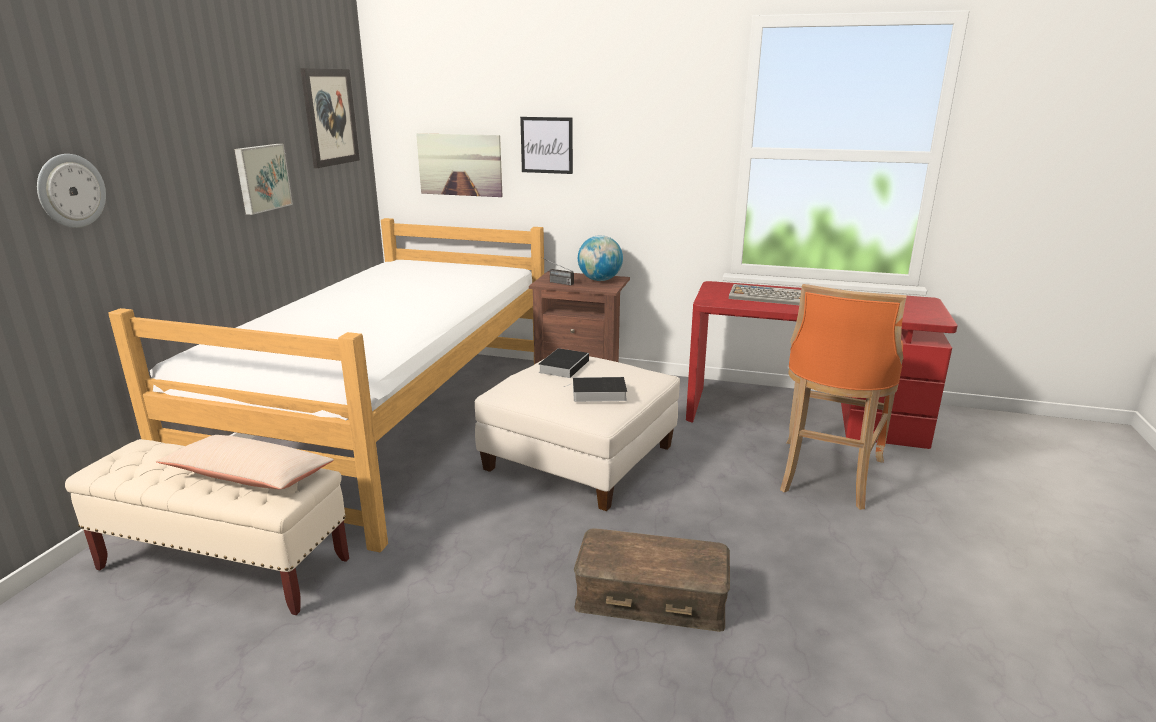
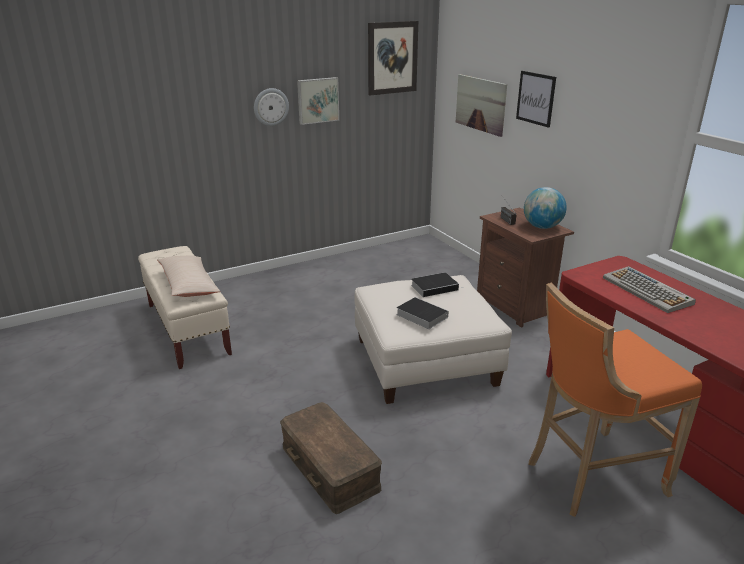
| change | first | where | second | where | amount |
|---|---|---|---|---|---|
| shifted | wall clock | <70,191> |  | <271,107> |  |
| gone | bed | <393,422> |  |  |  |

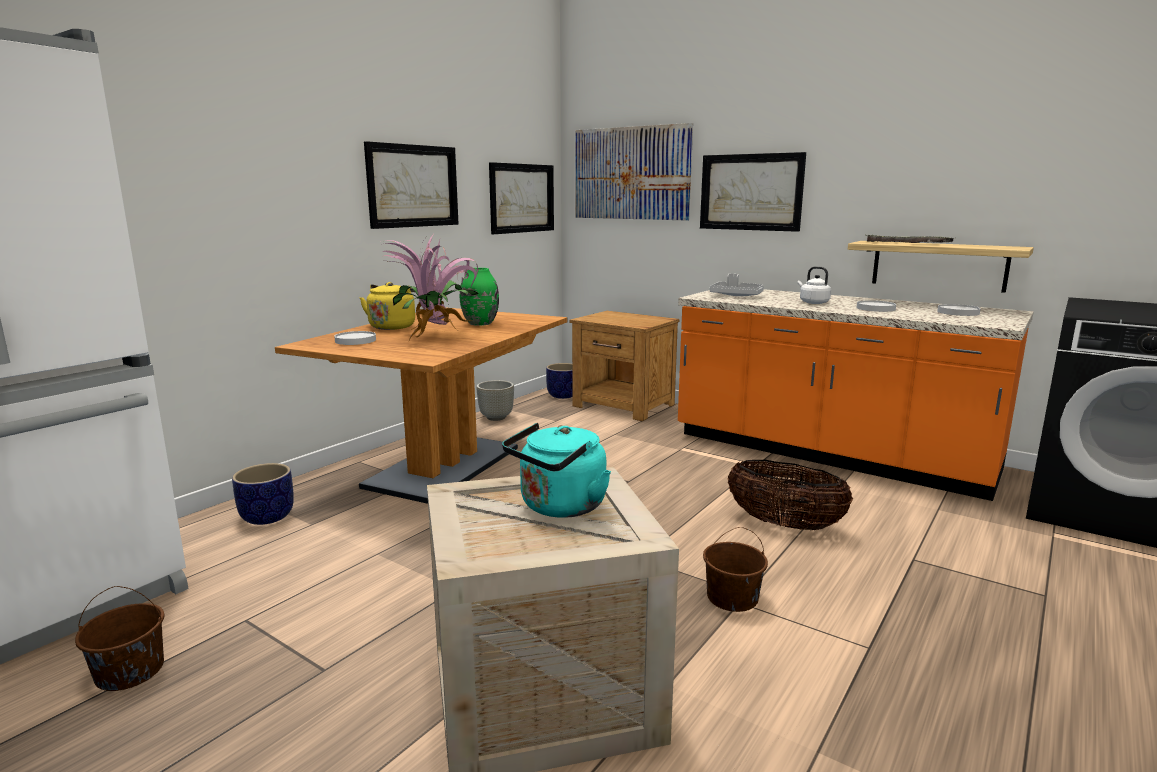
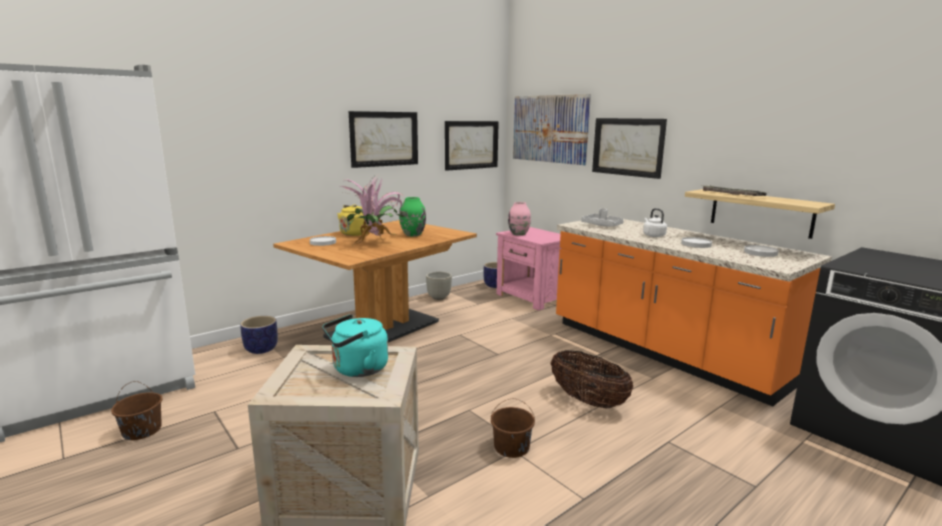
| change | first | where | second | where | amount |
|---|---|---|---|---|---|
| repainted | brown nightstand | <624,406> | pink nightstand | <533,297> |  |
| new |  |  | pink vase | <519,234> |  |

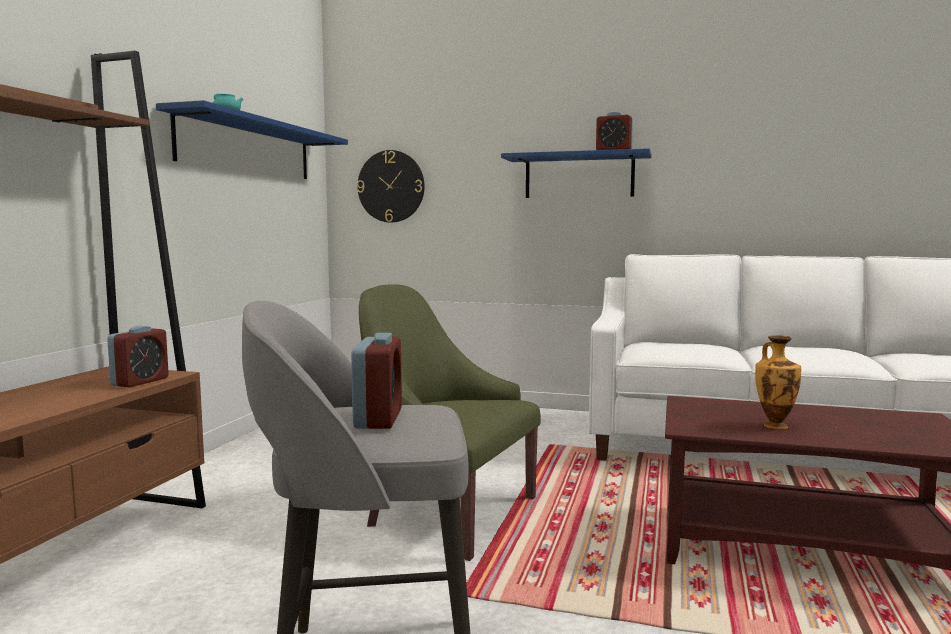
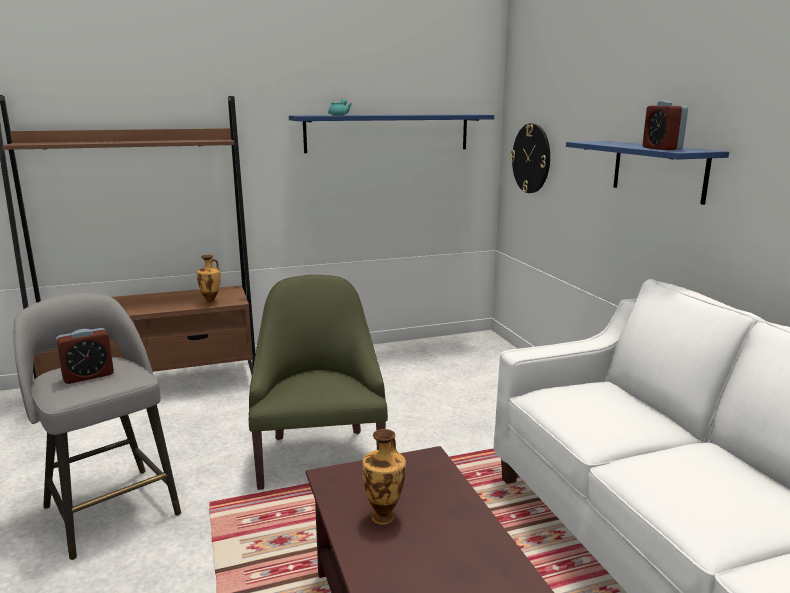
| change | first | where | second | where | amount |
|---|---|---|---|---|---|
| swapped | alarm clock | <140,382> | vase | <211,303> |  |

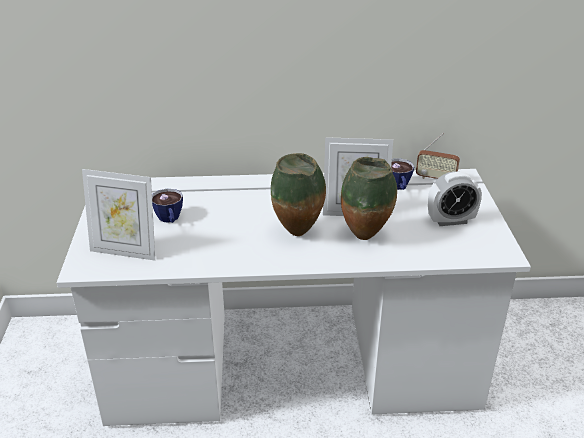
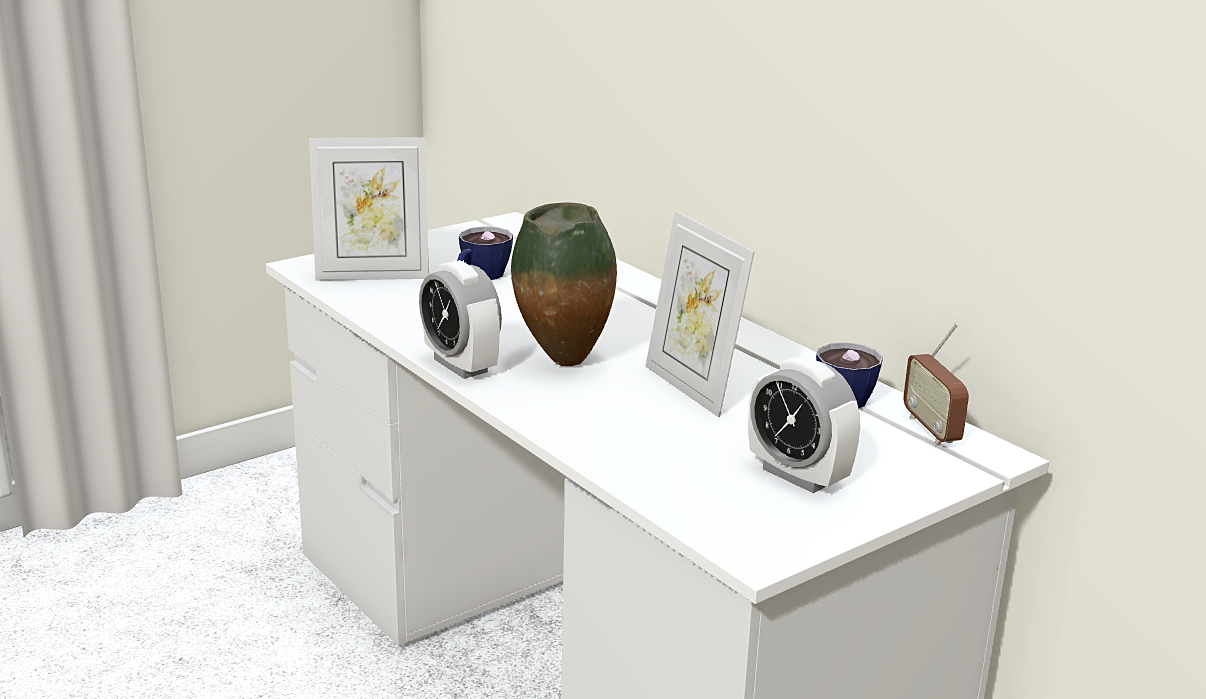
| change | first | where | second | where | amount |
|---|---|---|---|---|---|
| rotated | picture frame | <125,251> |  | <372,275> | 75 degrees counterclockwise |
| gone | vase | <366,237> |  |  |  |
| new |  |  | alarm clock | <461,365> |  |

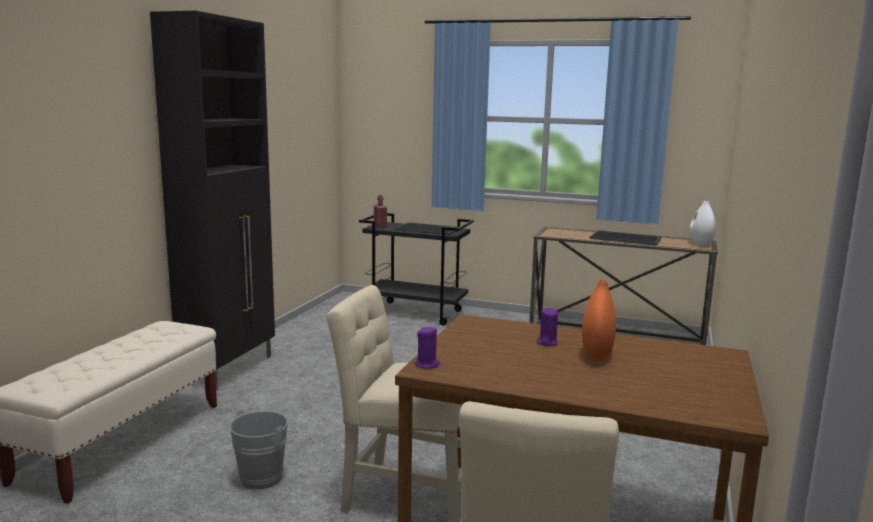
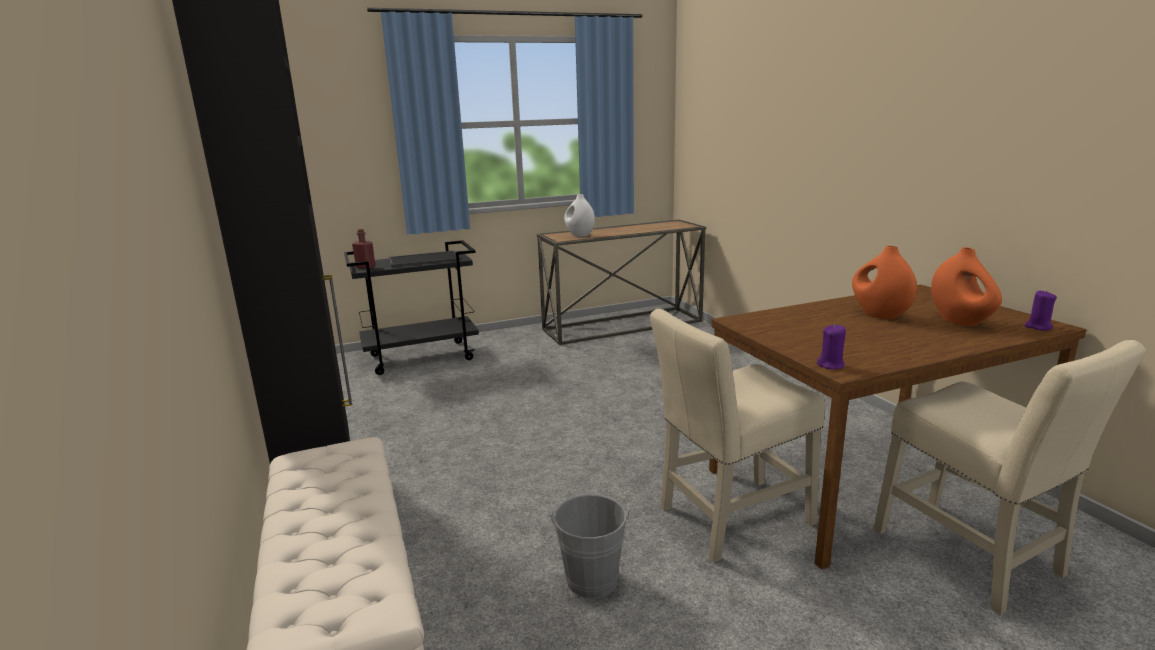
| change | first | where | second | where | amount |
|---|---|---|---|---|---|
| shifted | purple candle | <547,342> |  | <1038,327> |  |
| gone | tray | <626,238> |  |  |  |
| shifted | white vase | <700,244> |  | <579,235> |  |
| new |  |  | orange vase | <960,321> |  |

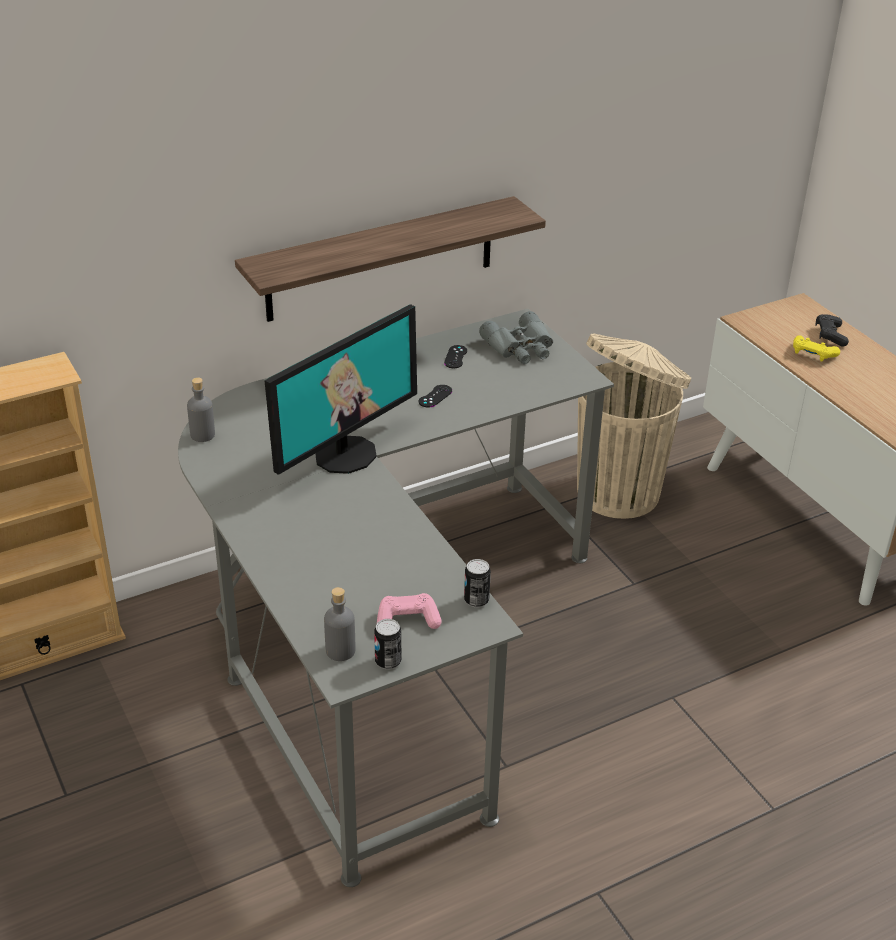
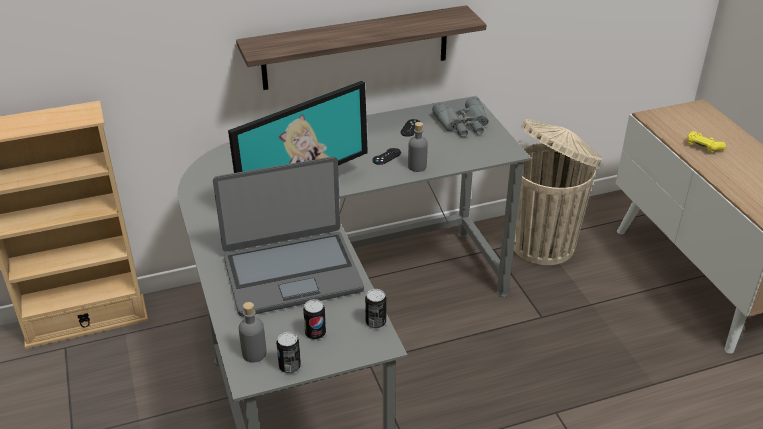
| change | first | where | second | where | amount |
|---|---|---|---|---|---|
| shifted | grey bottle | <202,435> |  | <417,166> |  |
| swapped | pink game controller | <407,620> | can | <315,333> |  |
| gone | black game controller | <830,335> |  |  |  |
| new |  |  | laptop | <292,273> |  |

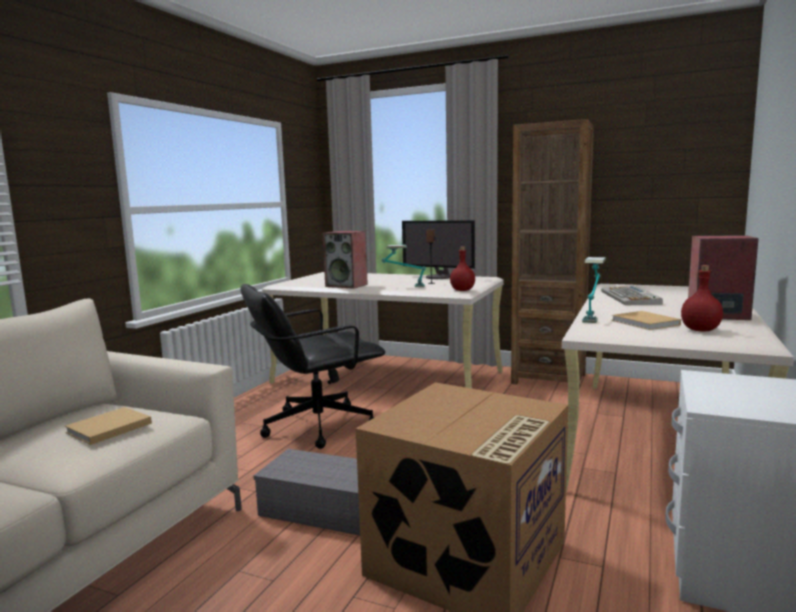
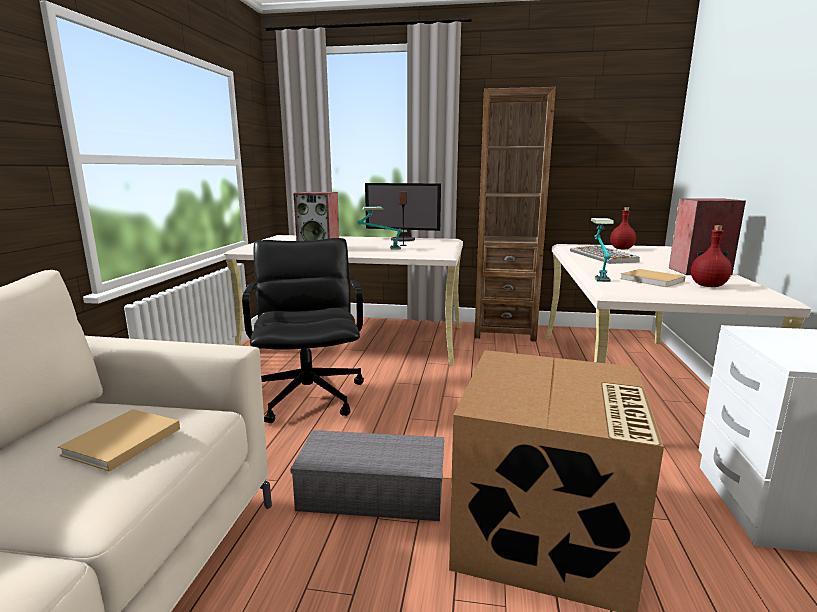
| change | first | where | second | where | amount |
|---|---|---|---|---|---|
| rotated | black office chair | <316,425> |  | <309,395> | 120 degrees clockwise |
| shifted | red bottle | <463,290> |  | <622,249> |  |

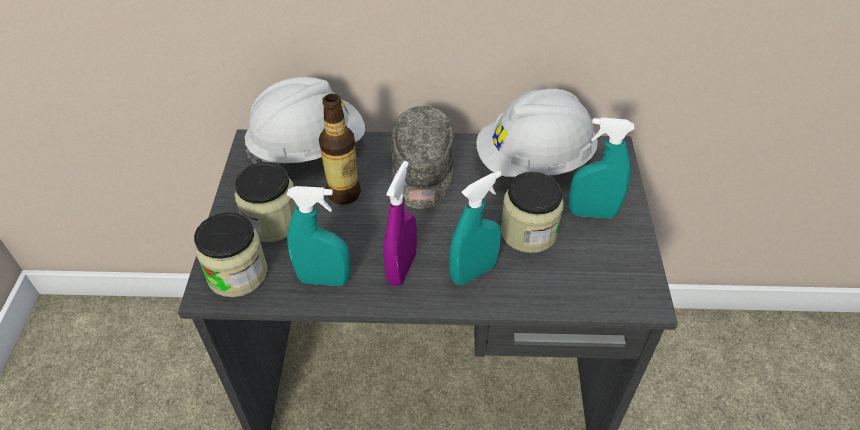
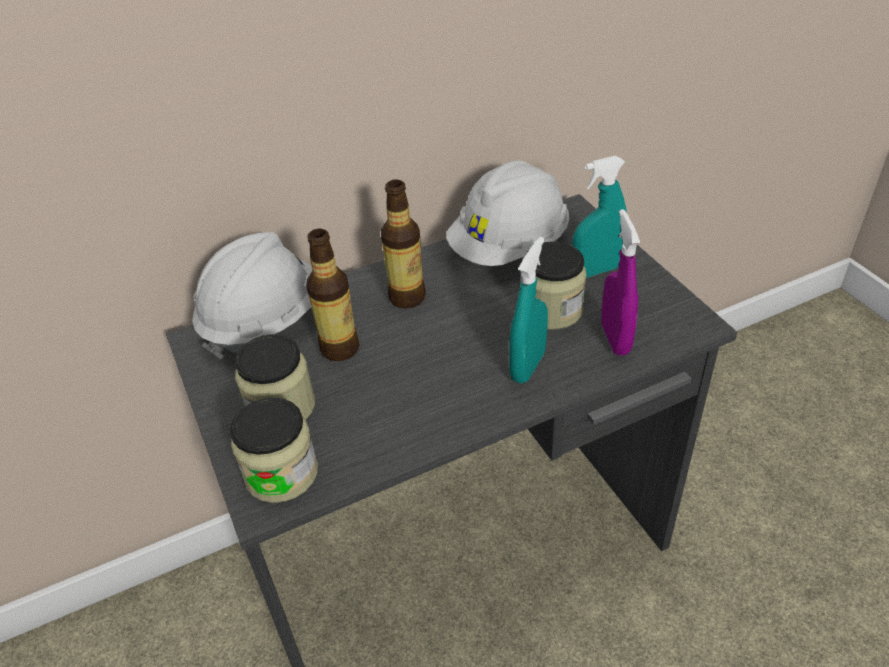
| change | first | where | second | where | amount |
|---|---|---|---|---|---|
| gone | turquoise spray bottle | <324,279> |  |  |  |
| shifted | purple spray bottle | <401,268> |  | <615,339> |  |
| swapped | grey cap | <422,172> | bottle | <407,297> |  |

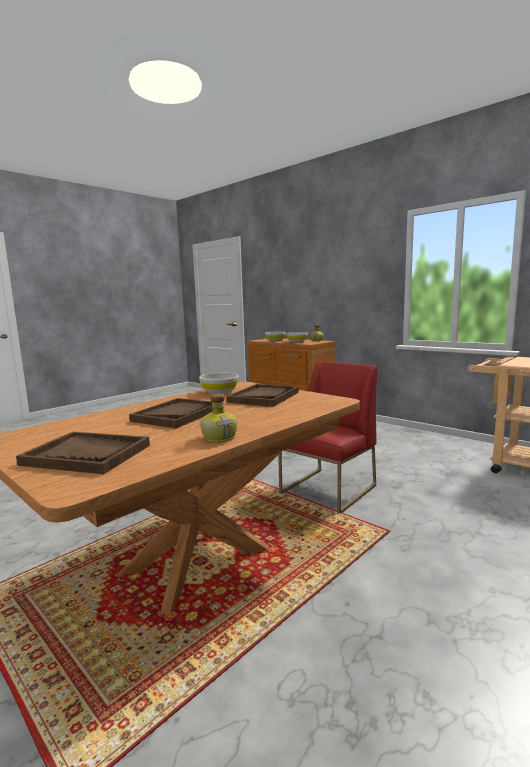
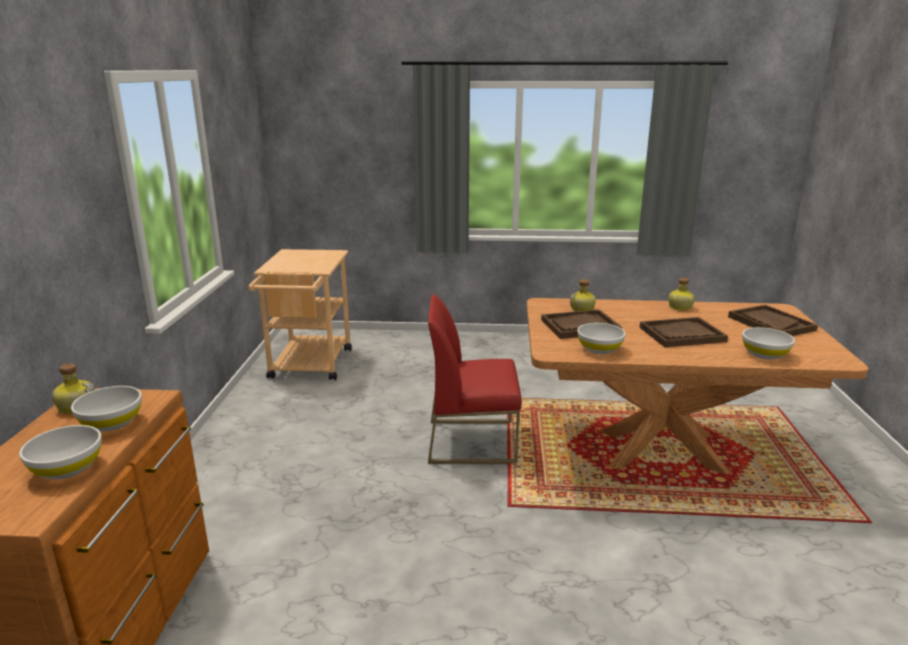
| change | first | where | second | where | amount |
|---|---|---|---|---|---|
| new |  |  | bottle | <583,309> |  |
| new |  |  | white bowl | <765,354> |  |

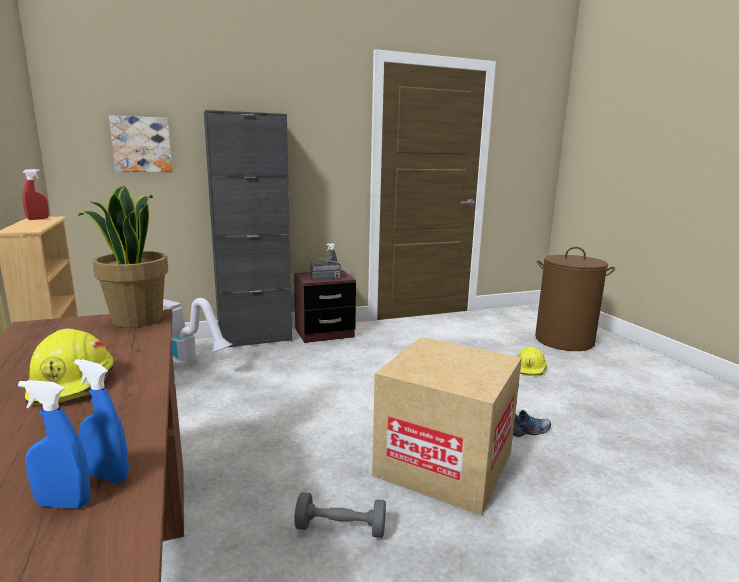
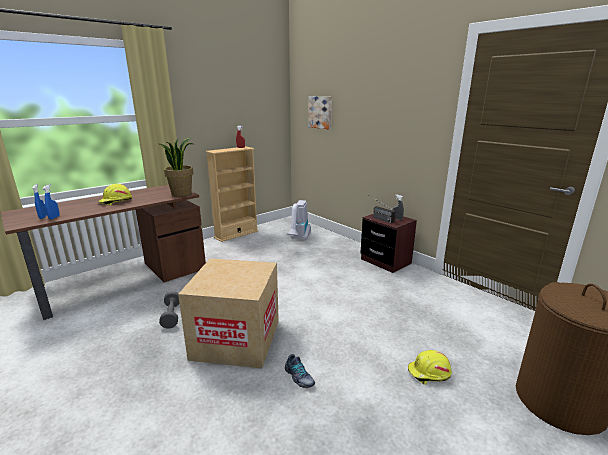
| change | first | where | second | where | amount |
|---|---|---|---|---|---|
| gone | black cabinet | <255,339> |  |  |  |

